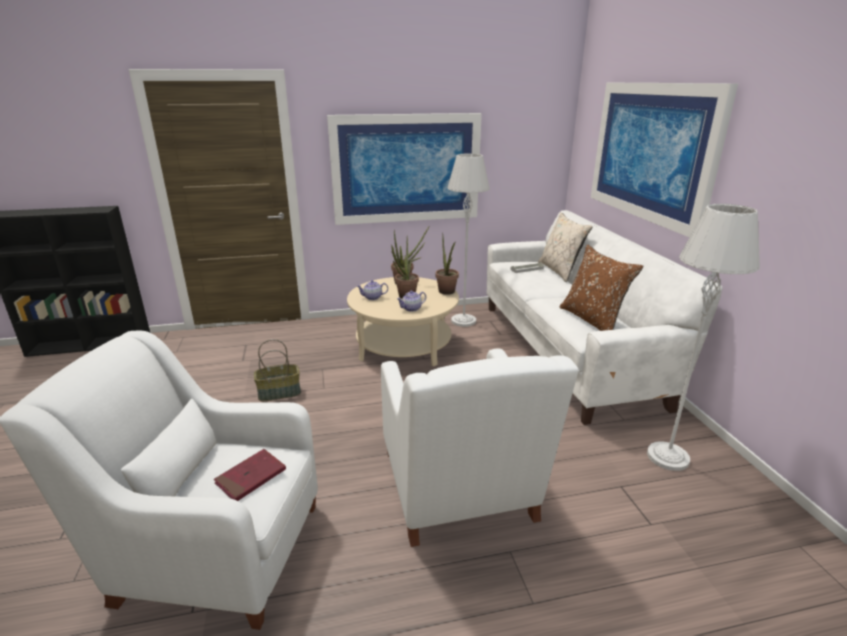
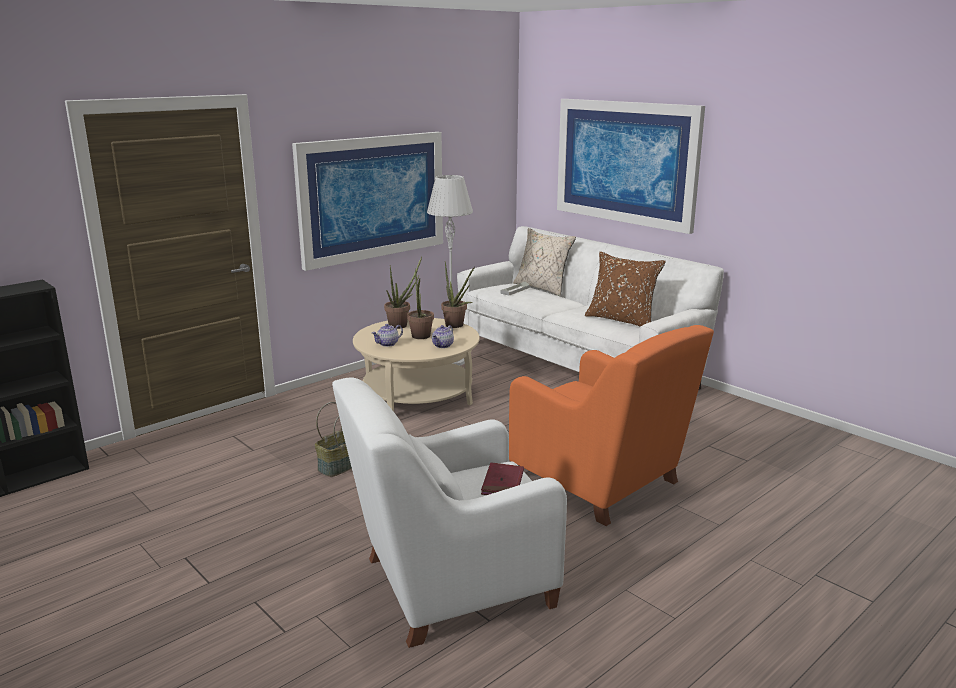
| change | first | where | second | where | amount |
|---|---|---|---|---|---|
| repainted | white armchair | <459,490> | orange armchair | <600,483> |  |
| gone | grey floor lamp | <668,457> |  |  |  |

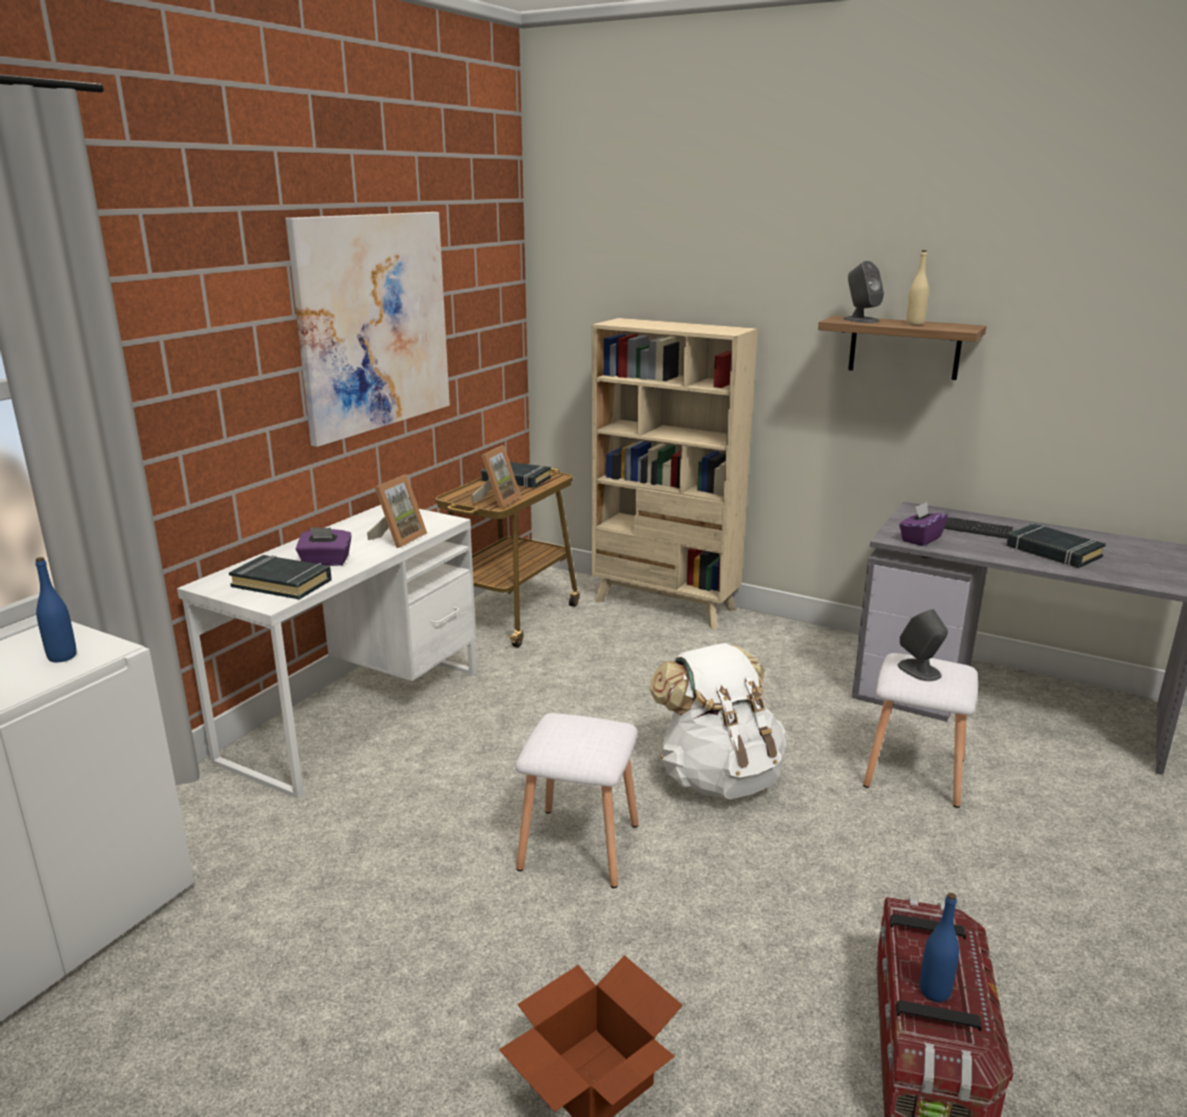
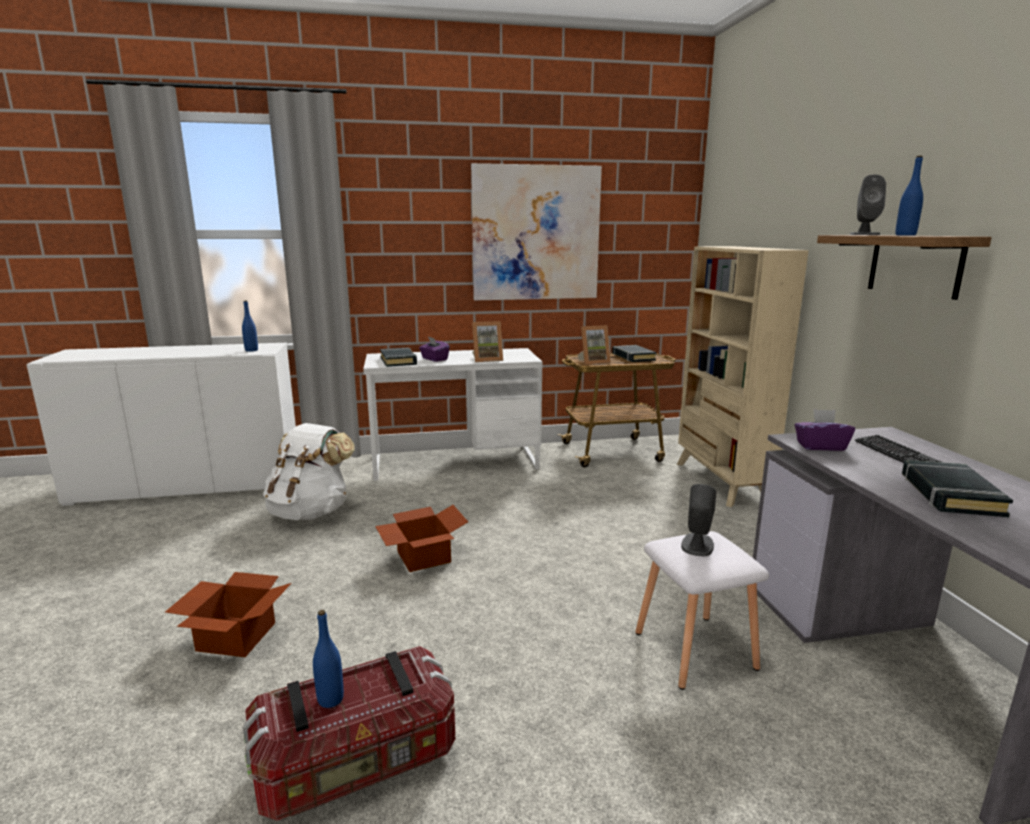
| change | first | where | second | where | amount |
|---|---|---|---|---|---|
| swapped | white stool | <577,847> | cardboard box | <422,556> |  |
| shifted | white backpack | <718,777> |  | <311,512> |  |
| repainted | beige bottle | <915,324> | blue bottle | <905,235> |  |

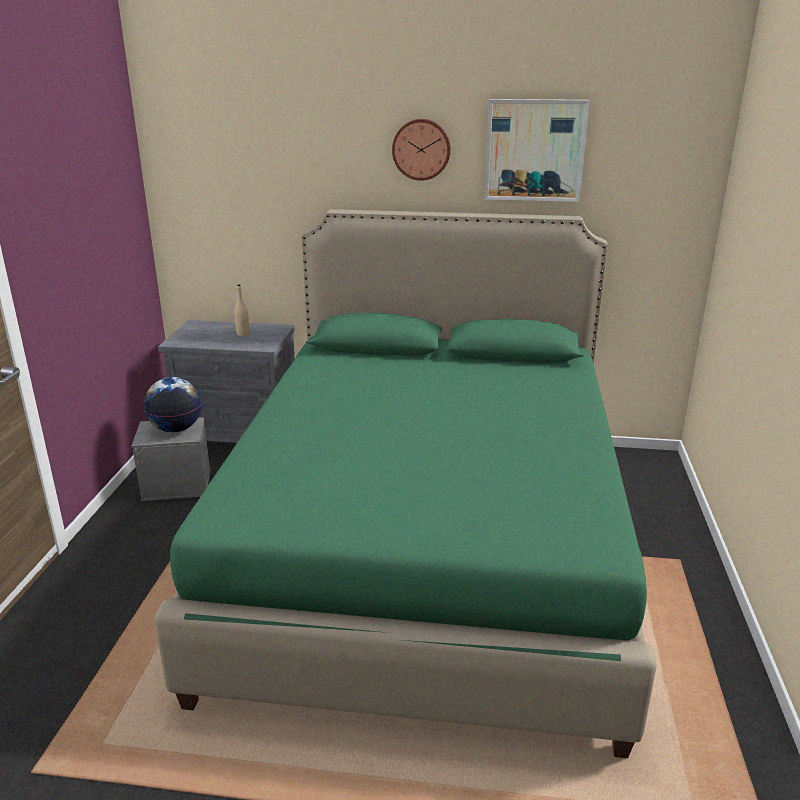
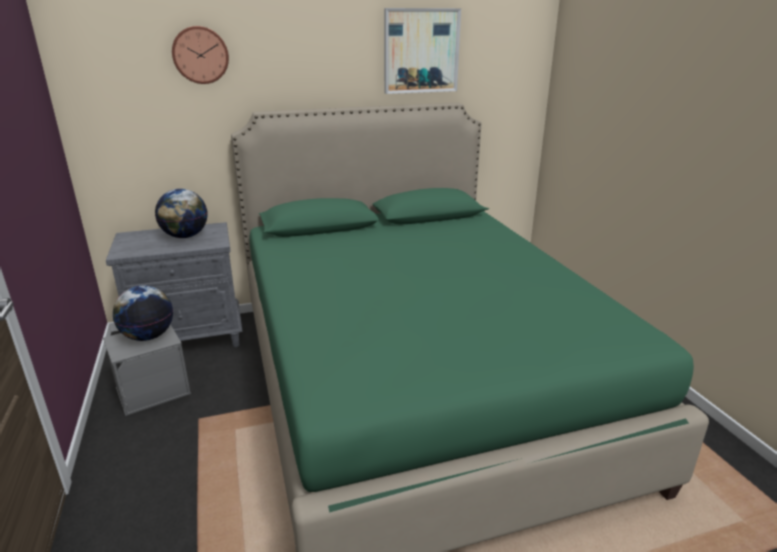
| change | first | where | second | where | amount |
|---|---|---|---|---|---|
| swapped | beige bottle | <243,334> | globe | <185,236> |  |
| shifted | wall clock | <421,149> |  | <200,55> |  |

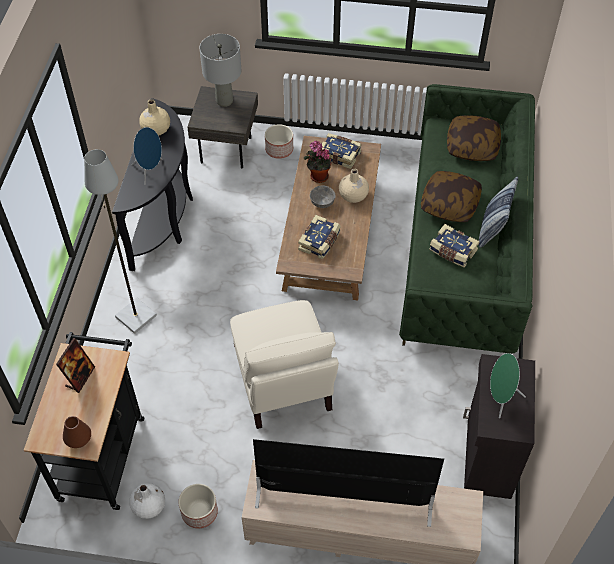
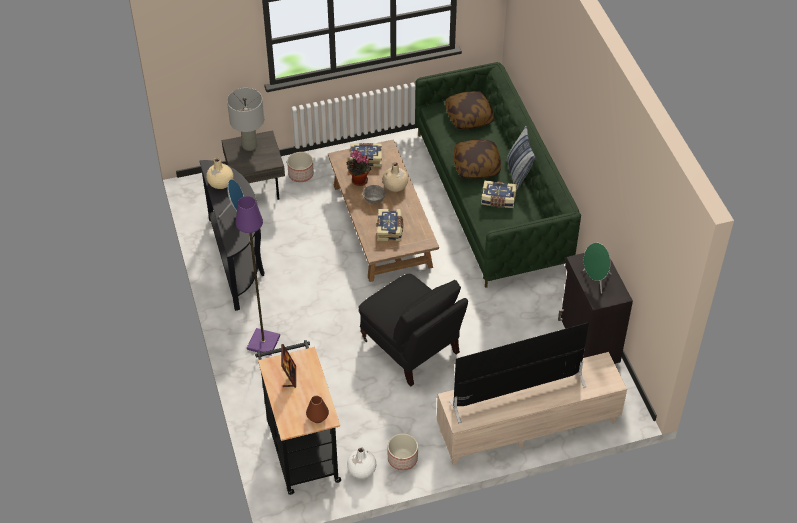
| change | first | where | second | where | amount |
|---|---|---|---|---|---|
| repainted | grey floor lamp | <136,317> | purple floor lamp | <264,343> |  |
| repainted | beige armchair | <283,384> | black armchair | <411,348> |  |

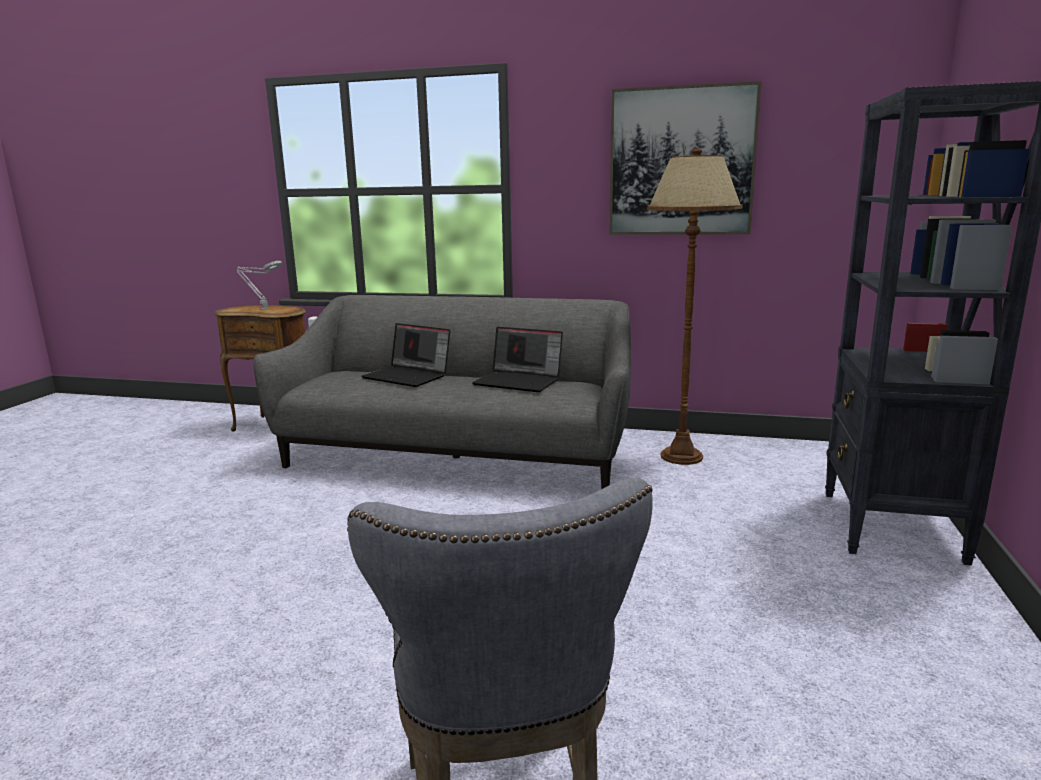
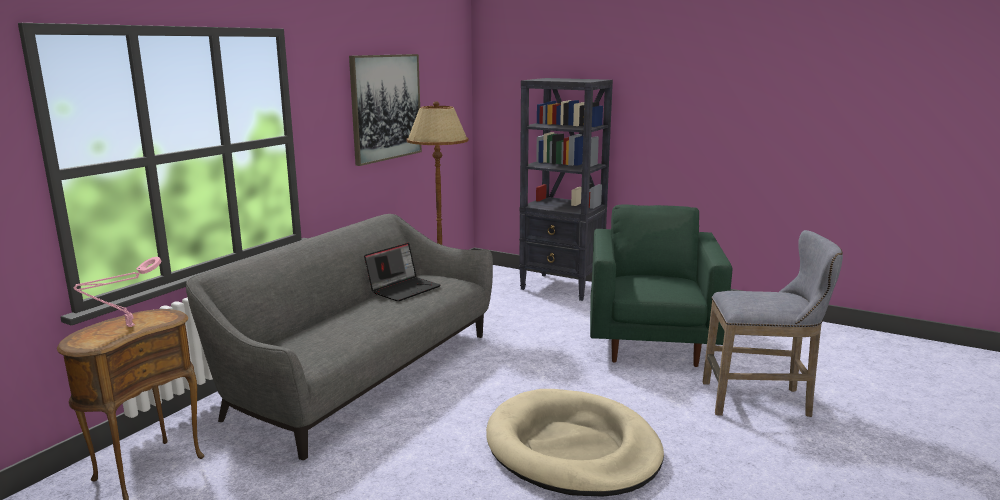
| change | first | where | second | where | amount |
|---|---|---|---|---|---|
| repainted | grey table lamp | <263,309> | pink table lamp | <127,326> |  |
| gone | laptop | <408,376> |  |  |  |
| new |  |  | beige dog bed | <572,449> |  |
| new |  |  | green armchair | <651,343> |  |

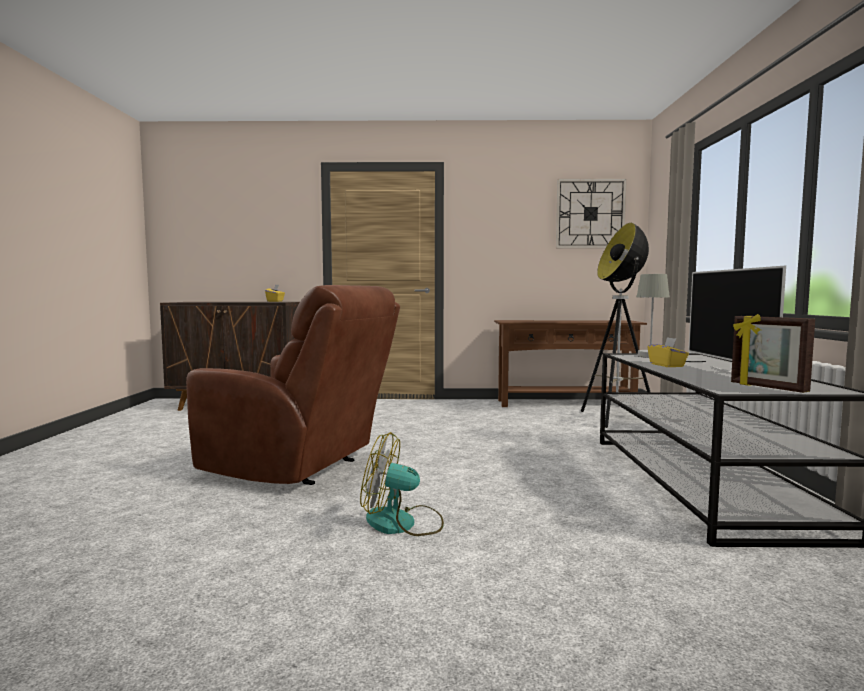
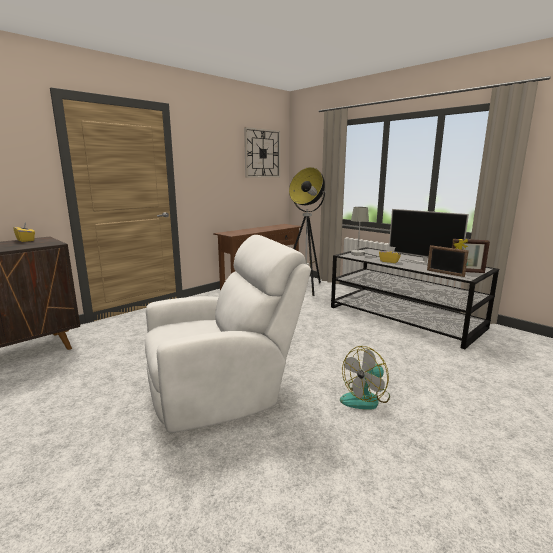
| change | first | where | second | where | amount |
|---|---|---|---|---|---|
| repainted | brown armchair | <299,467> | white armchair | <223,391> |  |
| new |  |  | picture frame | <445,273> |  |

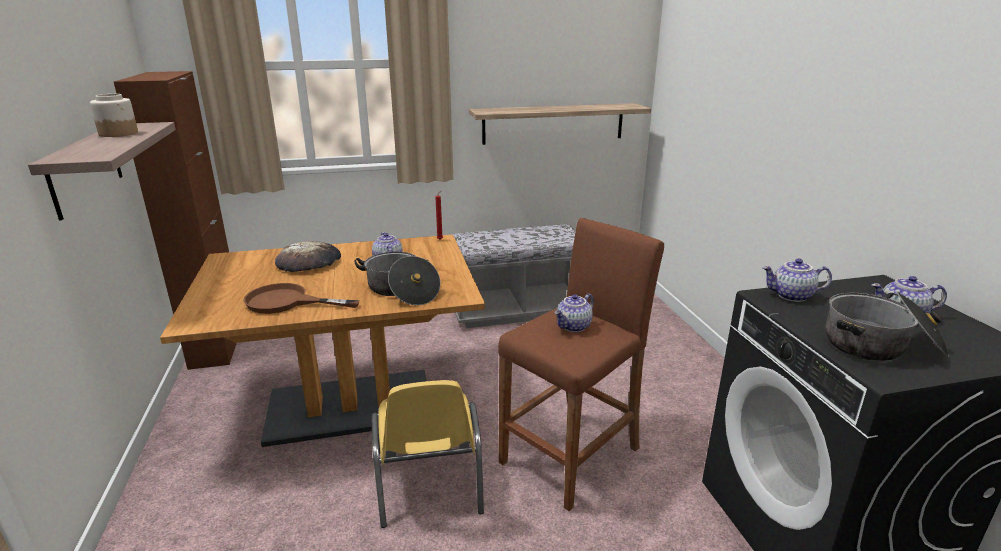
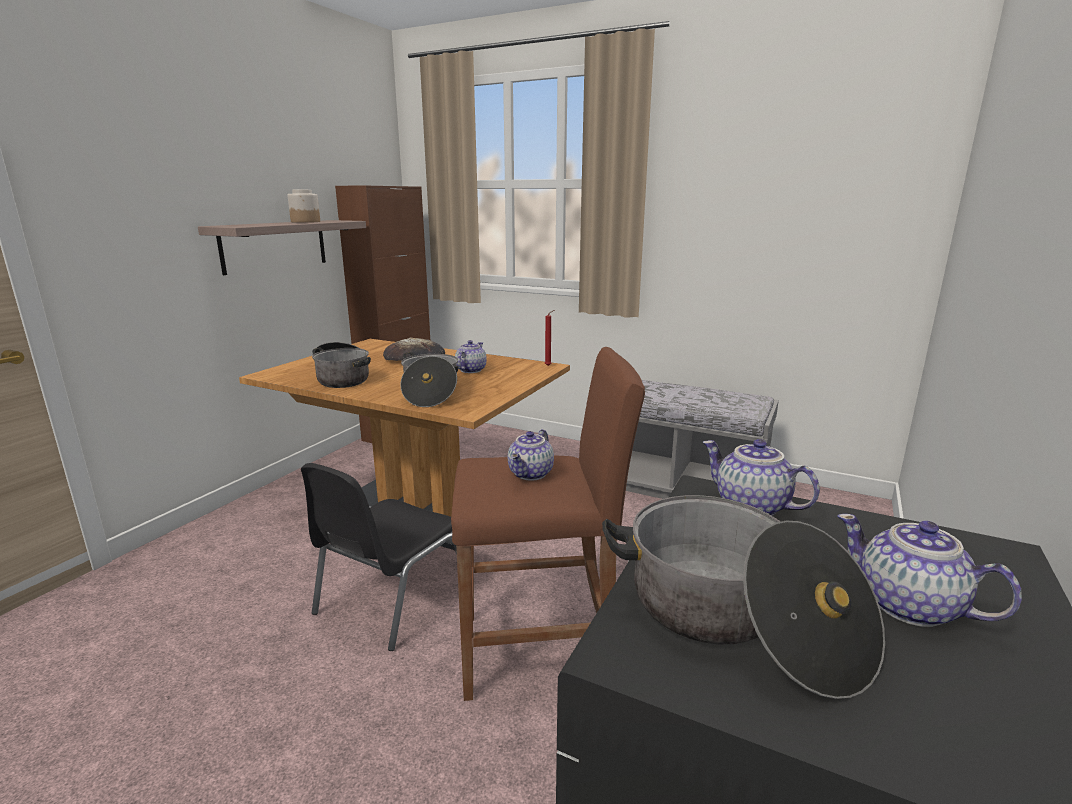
| change | first | where | second | where | amount |
|---|---|---|---|---|---|
| swapped | brown frying pan | <287,302> | cooking pot | <343,378> |  |
| repainted | yellow chair | <428,482> | black chair | <390,599> |  |
| gone | shelf | <553,123> |  |  |  |
| rotated | teapot | <574,327> |  | <531,474> | 60 degrees counterclockwise |

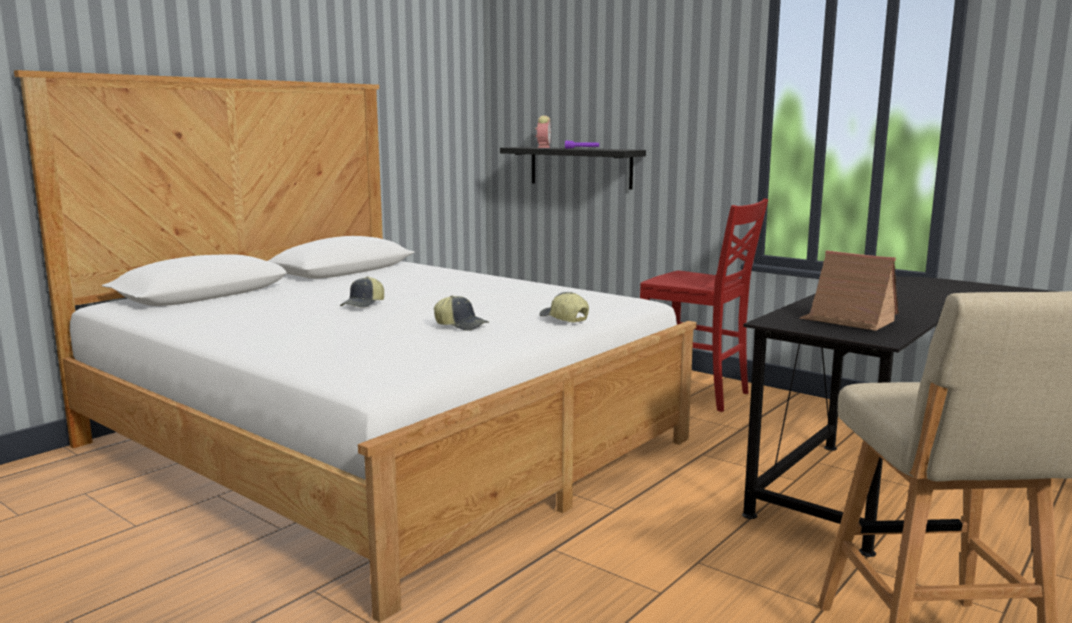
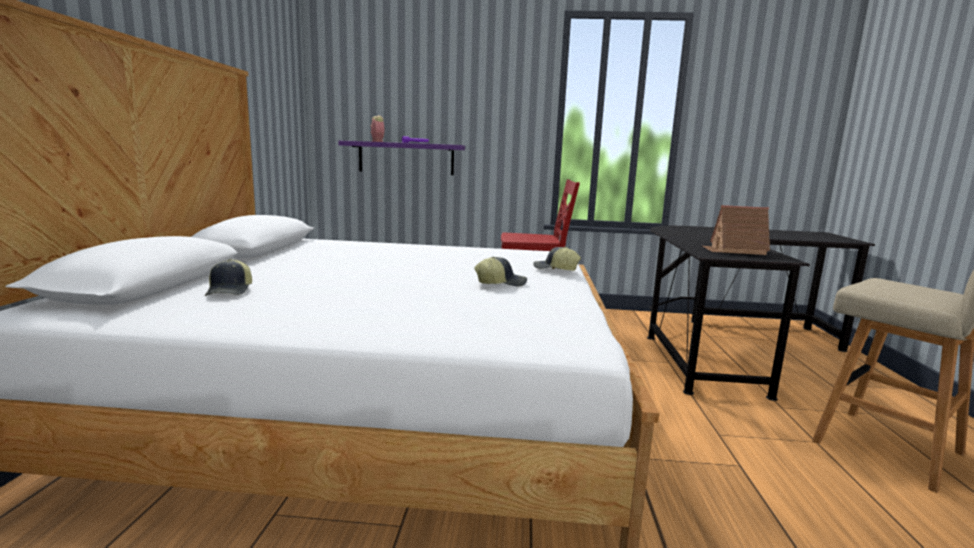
| change | first | where | second | where | amount |
|---|---|---|---|---|---|
| shifted | cap | <364,304> |  | <230,291> |  |
| repainted | black shelf | <580,167> | purple shelf | <406,158> |  |

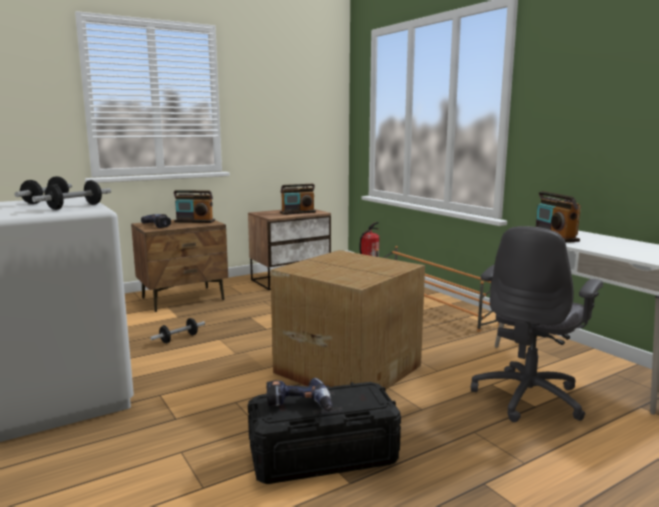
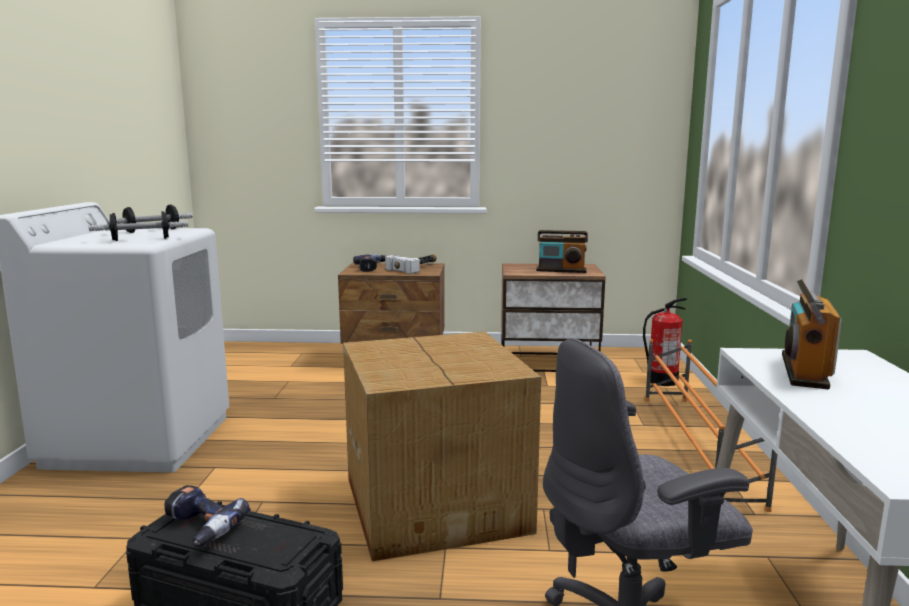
| change | first | where | second | where | amount |
|---|---|---|---|---|---|
| gone | dumbbell | <179,338> |  |  |  |
| swapped | radio | <195,221> | hammer | <416,268> |  |

